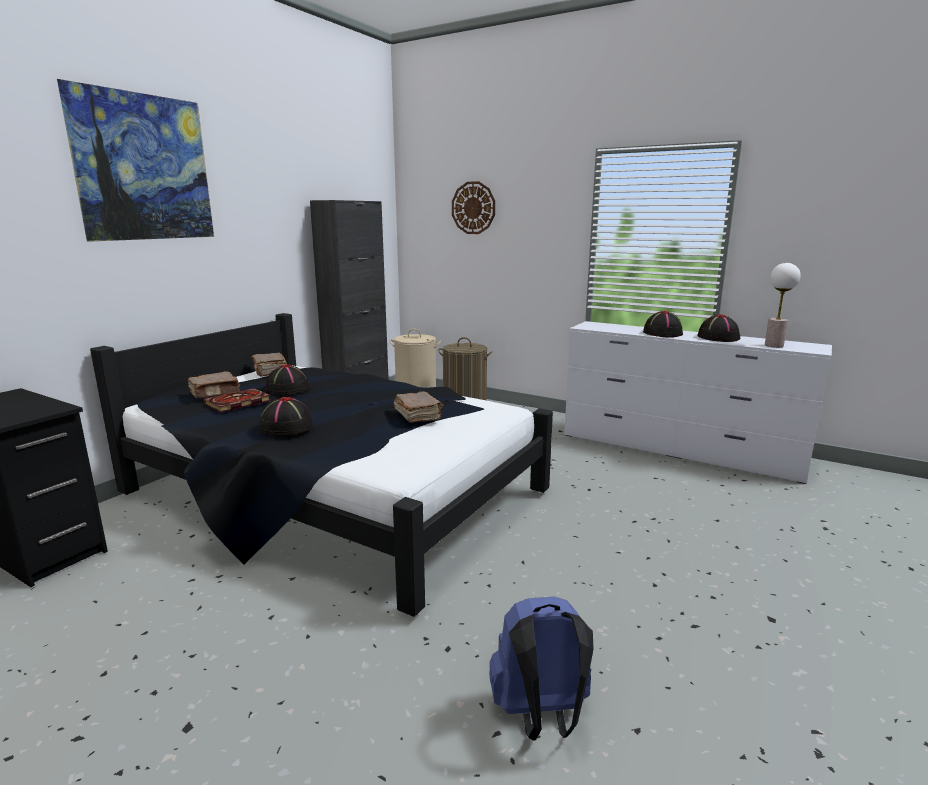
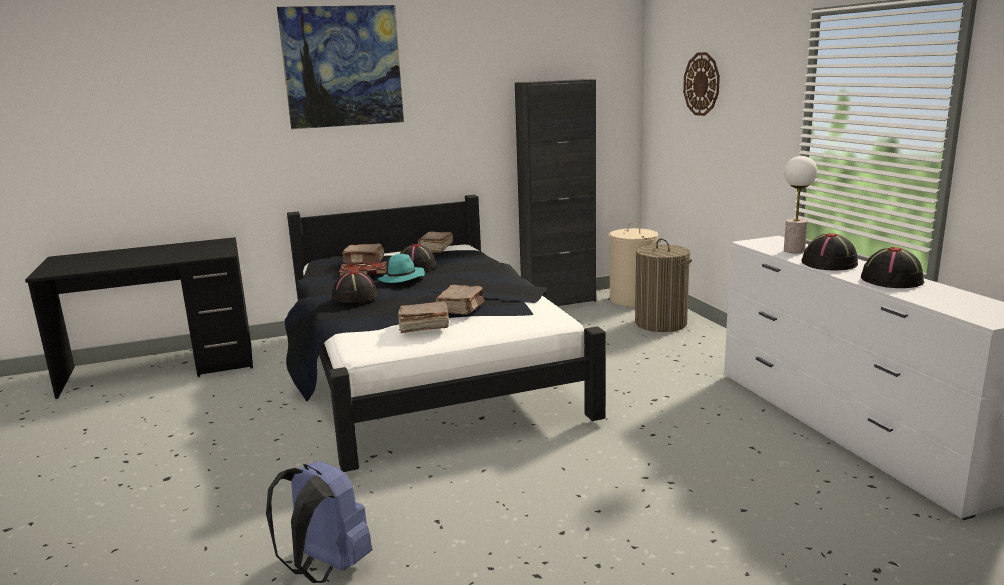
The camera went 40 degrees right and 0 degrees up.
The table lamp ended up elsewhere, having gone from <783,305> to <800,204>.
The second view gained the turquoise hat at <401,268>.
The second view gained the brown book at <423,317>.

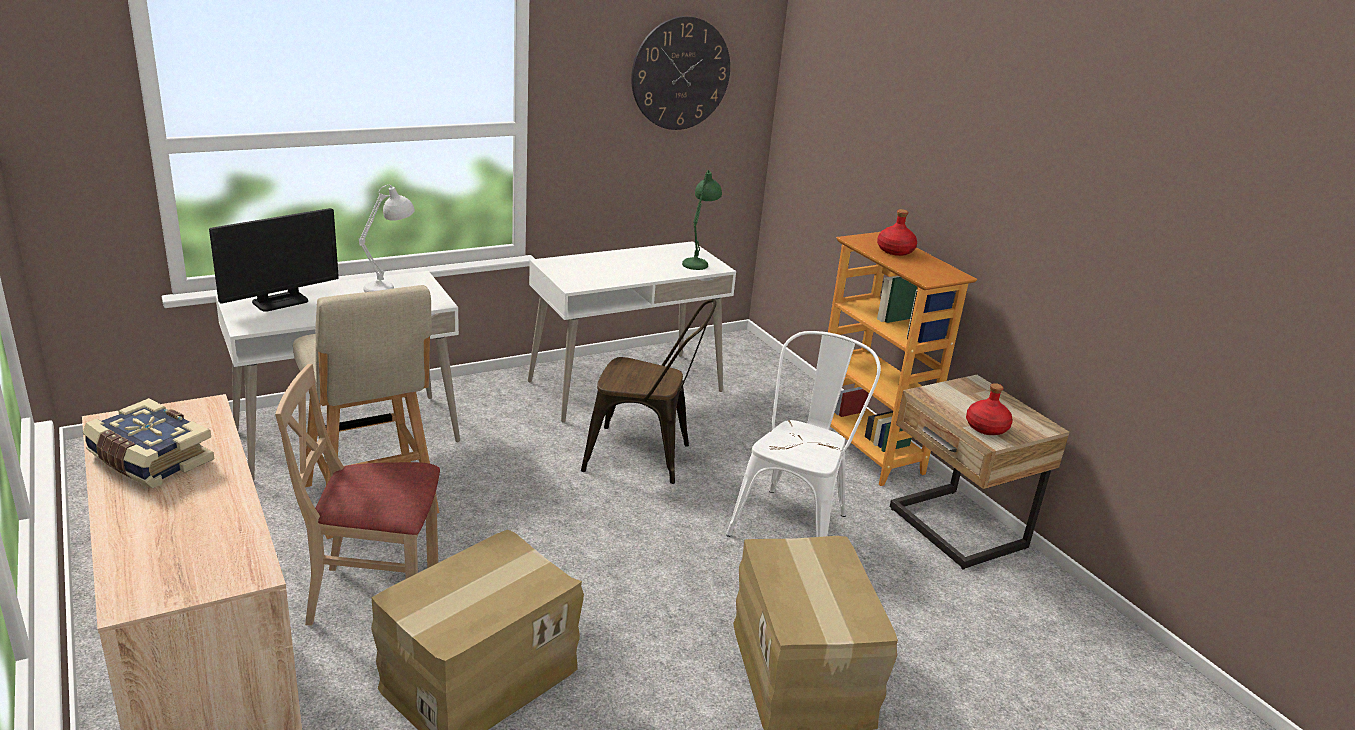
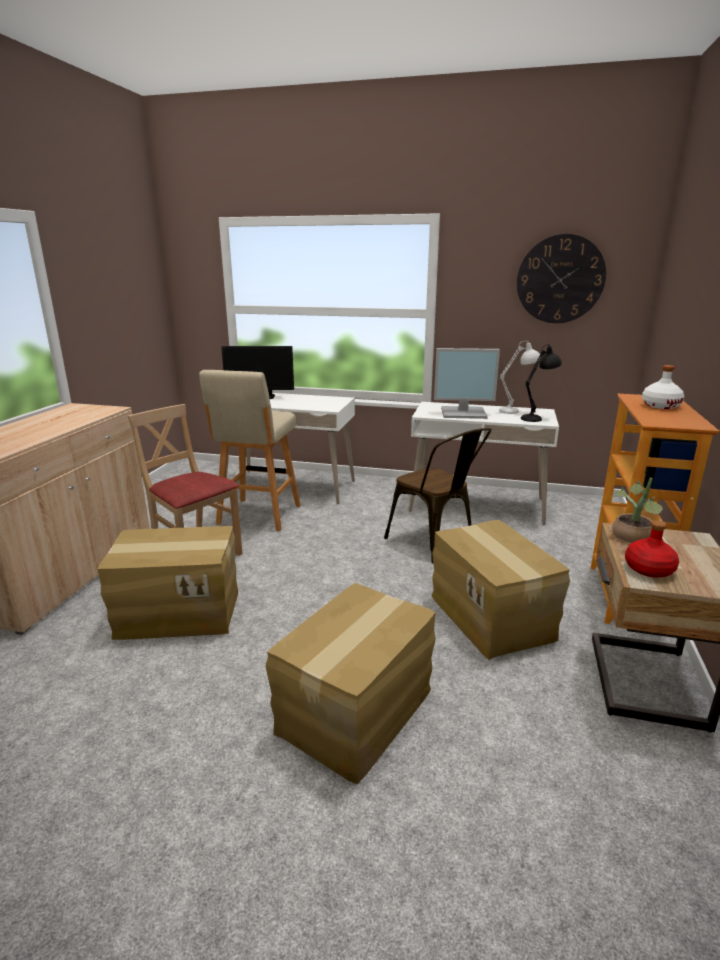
The camera went 45 degrees right and 5 degrees down.
What was the green table lamp at <702,220> turned into the black table lamp at <541,383>.
The white table lamp ended up elsewhere, having gone from <387,238> to <519,377>.
What was the red bottle at <897,232> turned into the white bottle at <663,387>.
Where the white chair stood at <803,434>, the cardboard box came to stand at <501,590>.
The second view lost the book at <149,443>.
The second view gained the monitor at <467,383>.
The second view gained the potted plant at <637,510>.

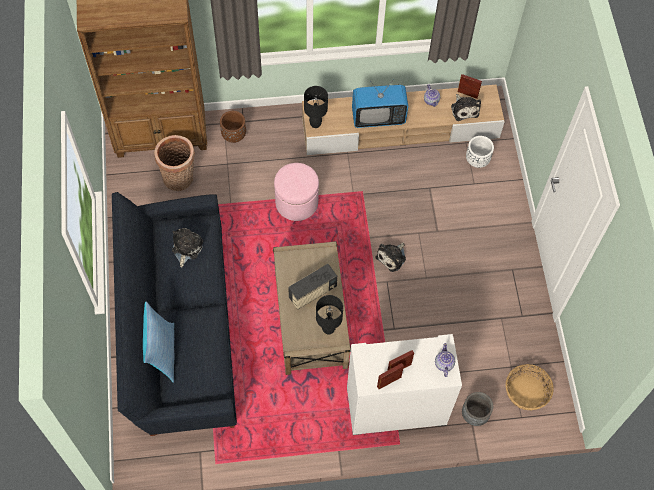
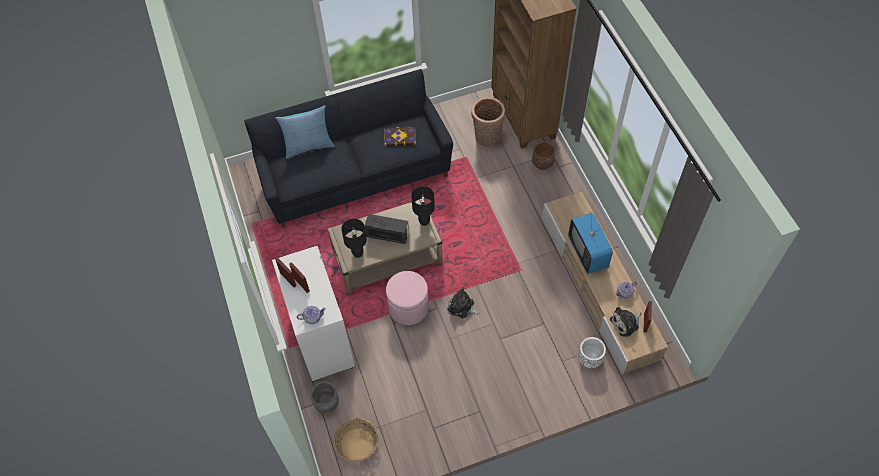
The camera went 80 degrees right and 5 degrees down.
The black table lamp ended up elsewhere, having gone from <316,107> to <423,206>.
The pink ottoman ended up elsewhere, having gone from <296,192> to <407,298>.
Where the plush toy stood at <187,247>, the book came to stand at <400,136>.
The radio at <312,287> ended up facing another way, 150 degrees clockwise from before.

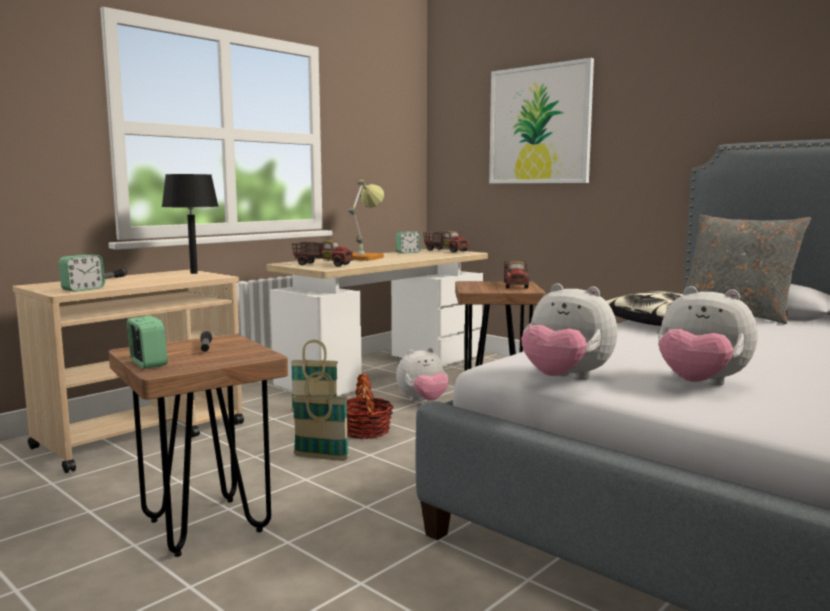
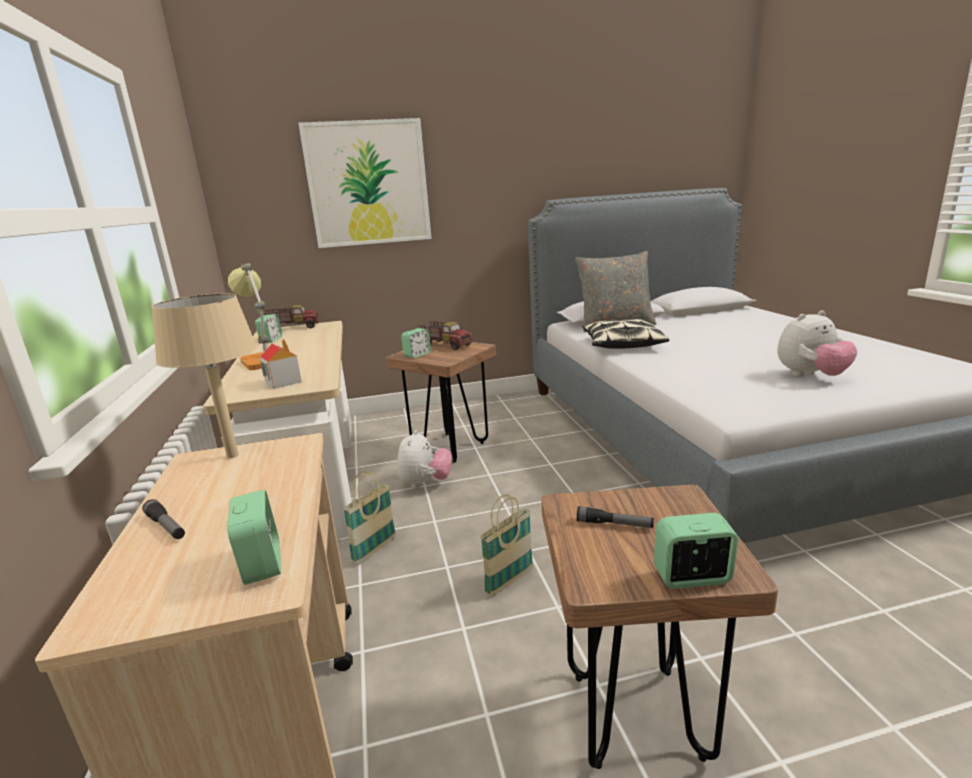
The camera went 55 degrees left and 10 degrees up.
What was the black table lamp at <190,224> turned into the beige table lamp at <204,375>.
Where the toy truck stood at <322,253>, the toy house came to stand at <281,364>.
The second view lost the plush toy at <569,331>.
The second view lost the basket at <370,406>.
The second view gained the alarm clock at <416,343>.

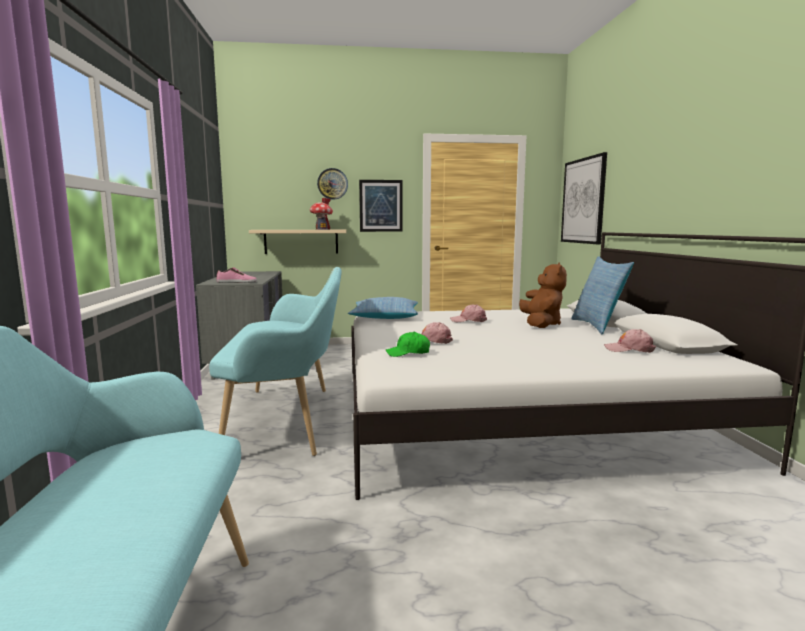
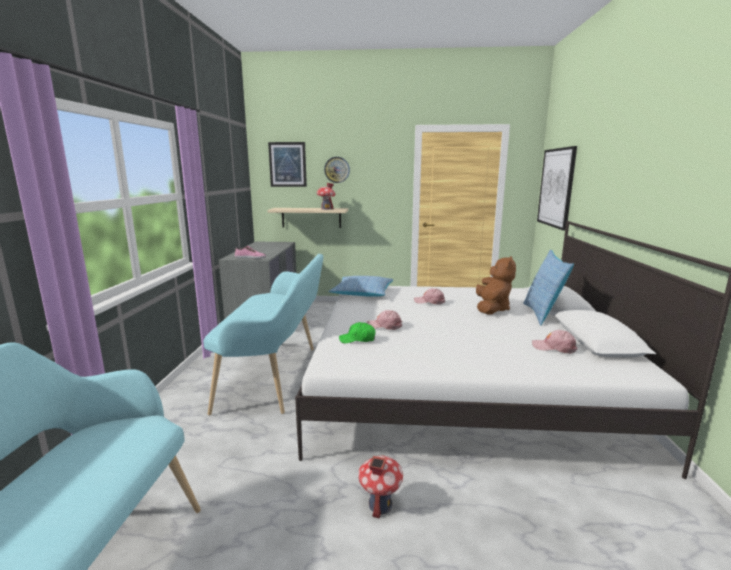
The camera went 10 degrees right and 5 degrees up.
The picture ended up elsewhere, having gone from <381,206> to <287,164>.
The second view gained the toy house at <380,487>.

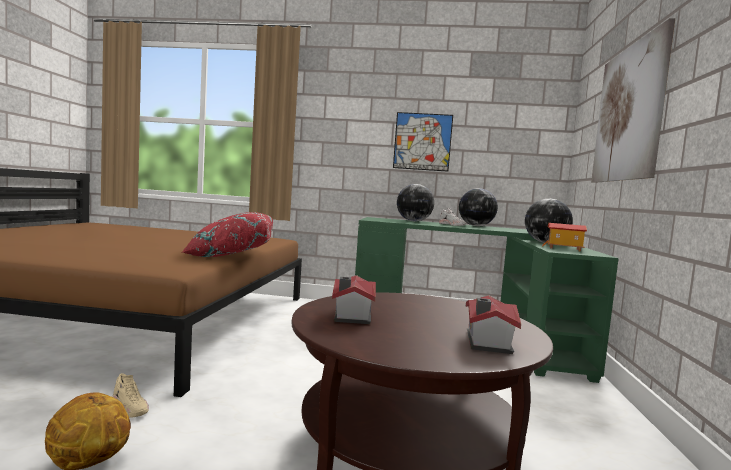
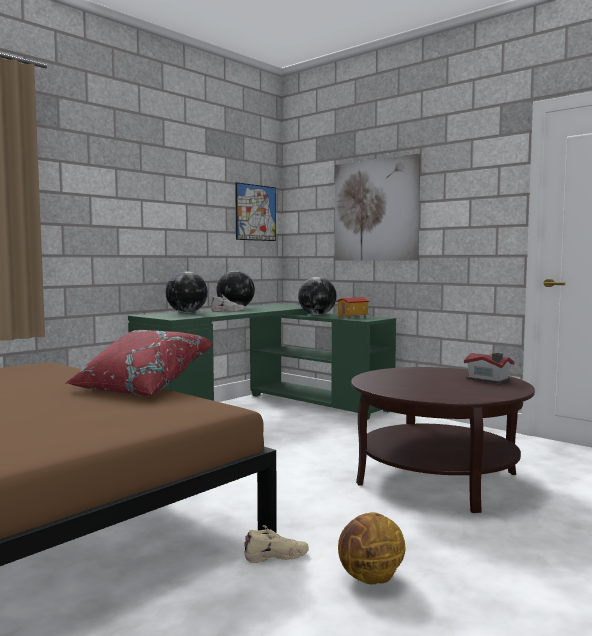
The camera went 55 degrees left and 0 degrees up.
The picture ended up elsewhere, having gone from <423,142> to <255,211>.
The second view lost the toy house at <354,299>.

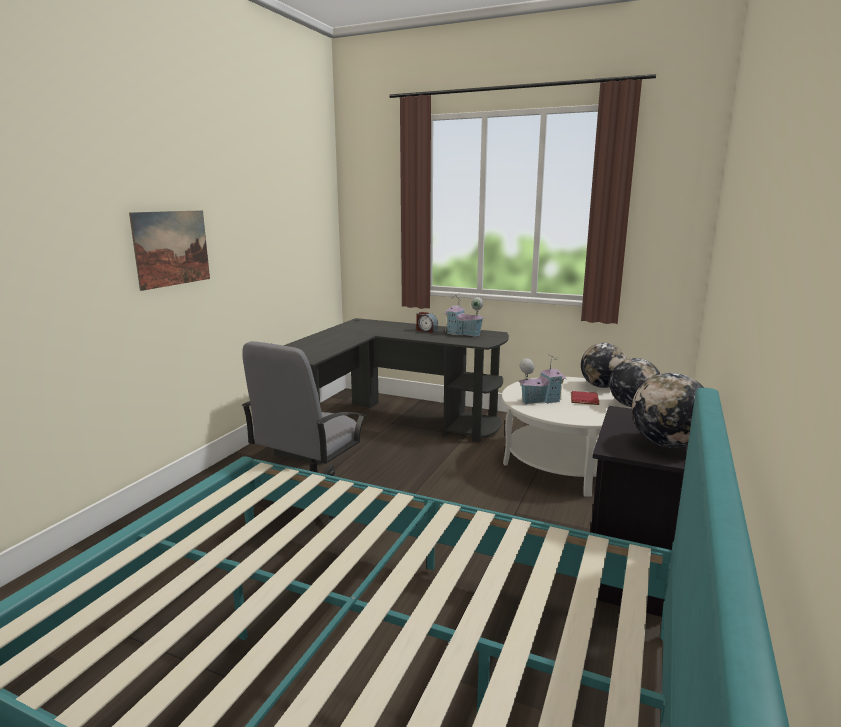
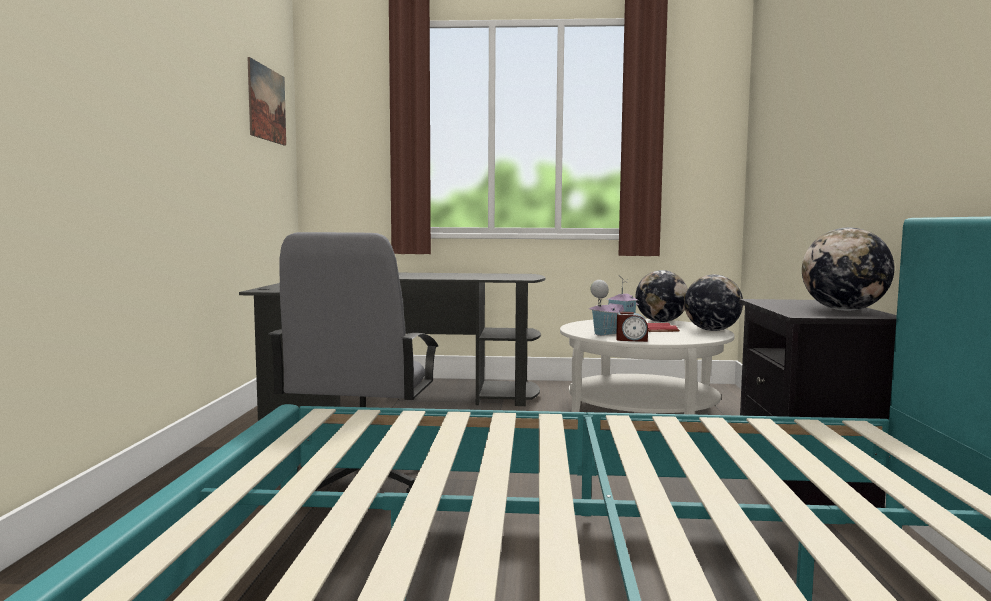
The camera went 20 degrees left and 10 degrees down.
The picture ended up elsewhere, having gone from <169,250> to <266,101>.
The second view lost the toy house at <464,314>.
The alarm clock ended up elsewhere, having gone from <427,322> to <632,327>.

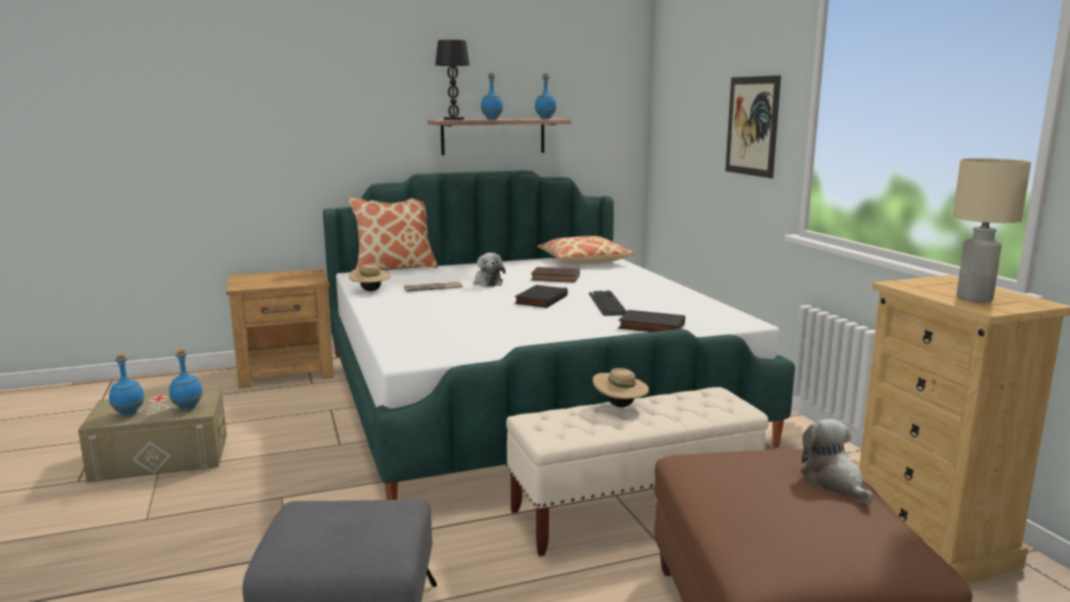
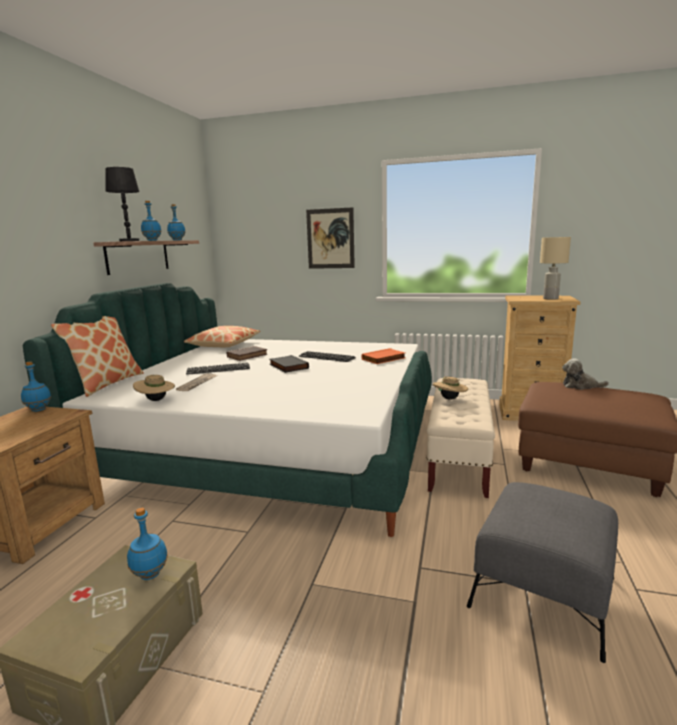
The camera went 55 degrees left and 0 degrees up.
Where the plush toy stood at <490,270>, the keyboard came to stand at <218,368>.
What was the black book at <651,321> turned into the orange book at <383,356>.
The blue bottle ended up elsewhere, having gone from <127,385> to <36,386>.

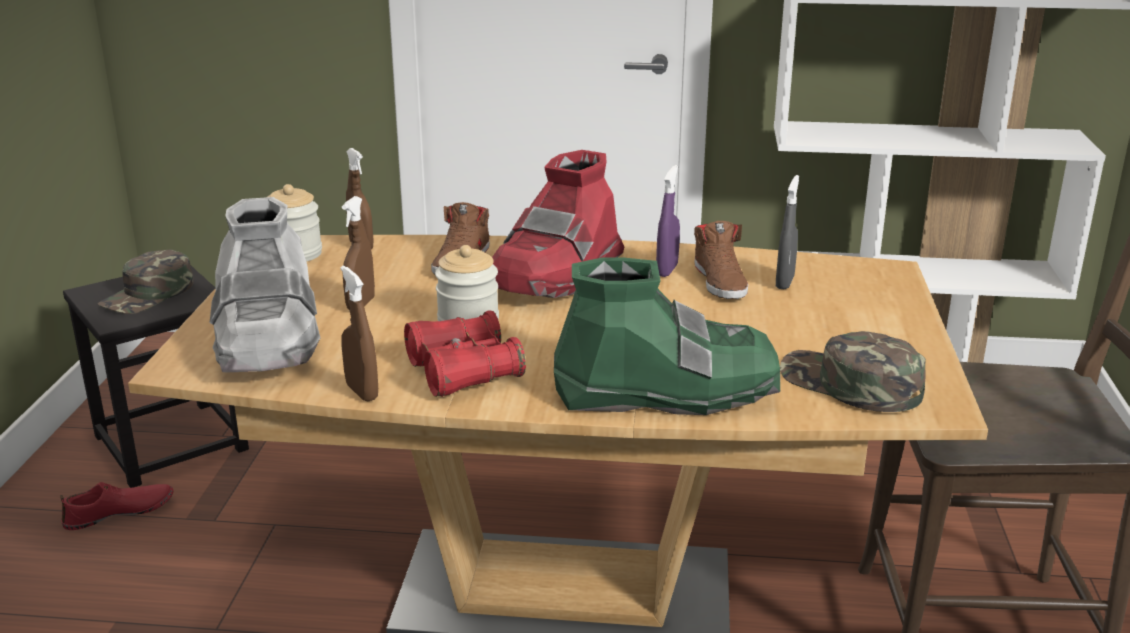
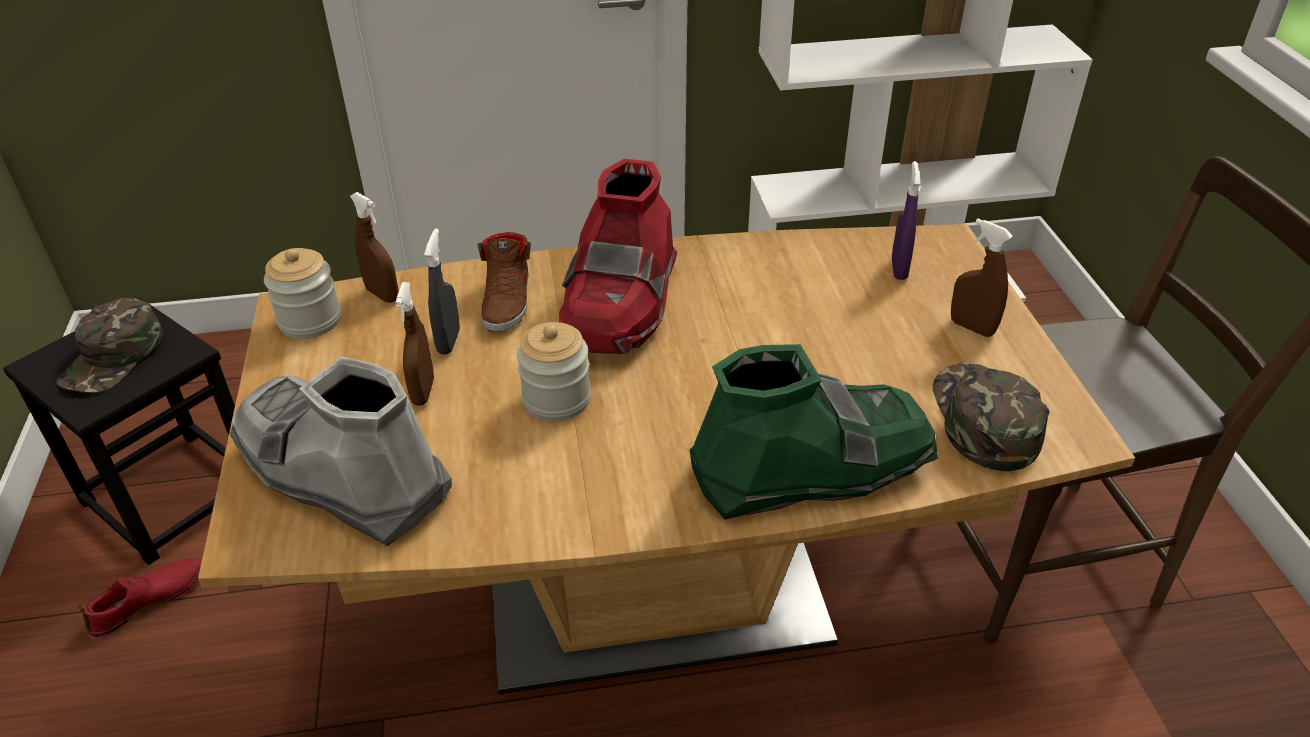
The camera went 15 degrees left and 15 degrees up.
The purple spray bottle ended up elsewhere, having gone from <668,221> to <906,220>.
The grey spray bottle ended up elsewhere, having gone from <787,232> to <442,291>.
The grey boot at <265,284> ended up facing another way, 150 degrees clockwise from before.
The second view lost the brown shoe at <721,260>.
The brown spray bottle ended up elsewhere, having gone from <359,333> to <982,278>.
The second view lost the red binoculars at <465,353>.
The green cap at <853,371> ended up facing another way, 60 degrees clockwise from before.

